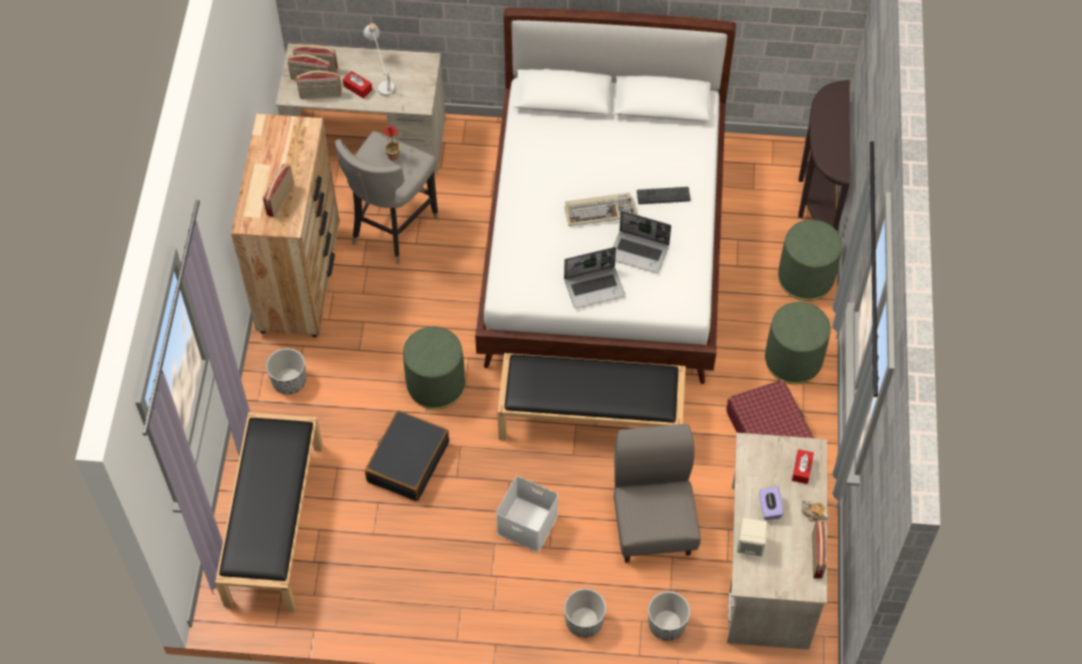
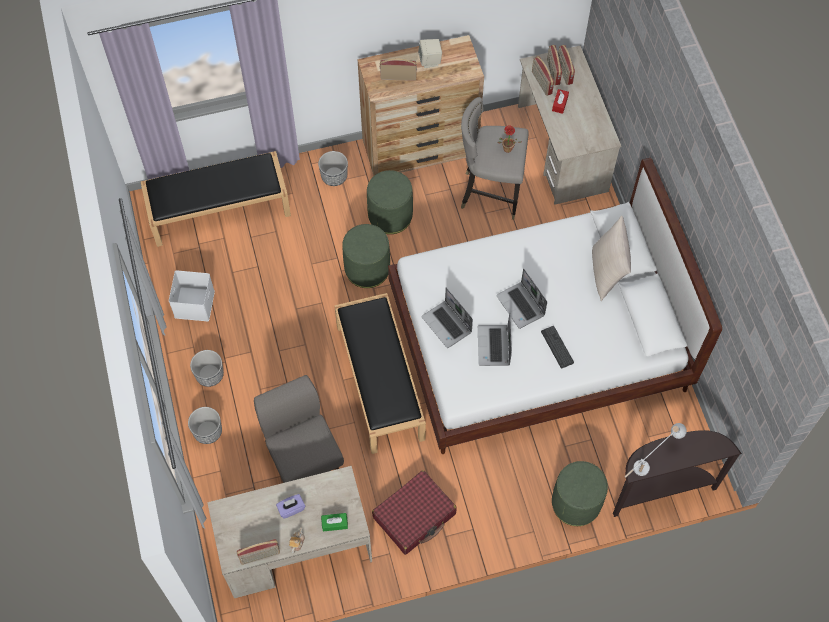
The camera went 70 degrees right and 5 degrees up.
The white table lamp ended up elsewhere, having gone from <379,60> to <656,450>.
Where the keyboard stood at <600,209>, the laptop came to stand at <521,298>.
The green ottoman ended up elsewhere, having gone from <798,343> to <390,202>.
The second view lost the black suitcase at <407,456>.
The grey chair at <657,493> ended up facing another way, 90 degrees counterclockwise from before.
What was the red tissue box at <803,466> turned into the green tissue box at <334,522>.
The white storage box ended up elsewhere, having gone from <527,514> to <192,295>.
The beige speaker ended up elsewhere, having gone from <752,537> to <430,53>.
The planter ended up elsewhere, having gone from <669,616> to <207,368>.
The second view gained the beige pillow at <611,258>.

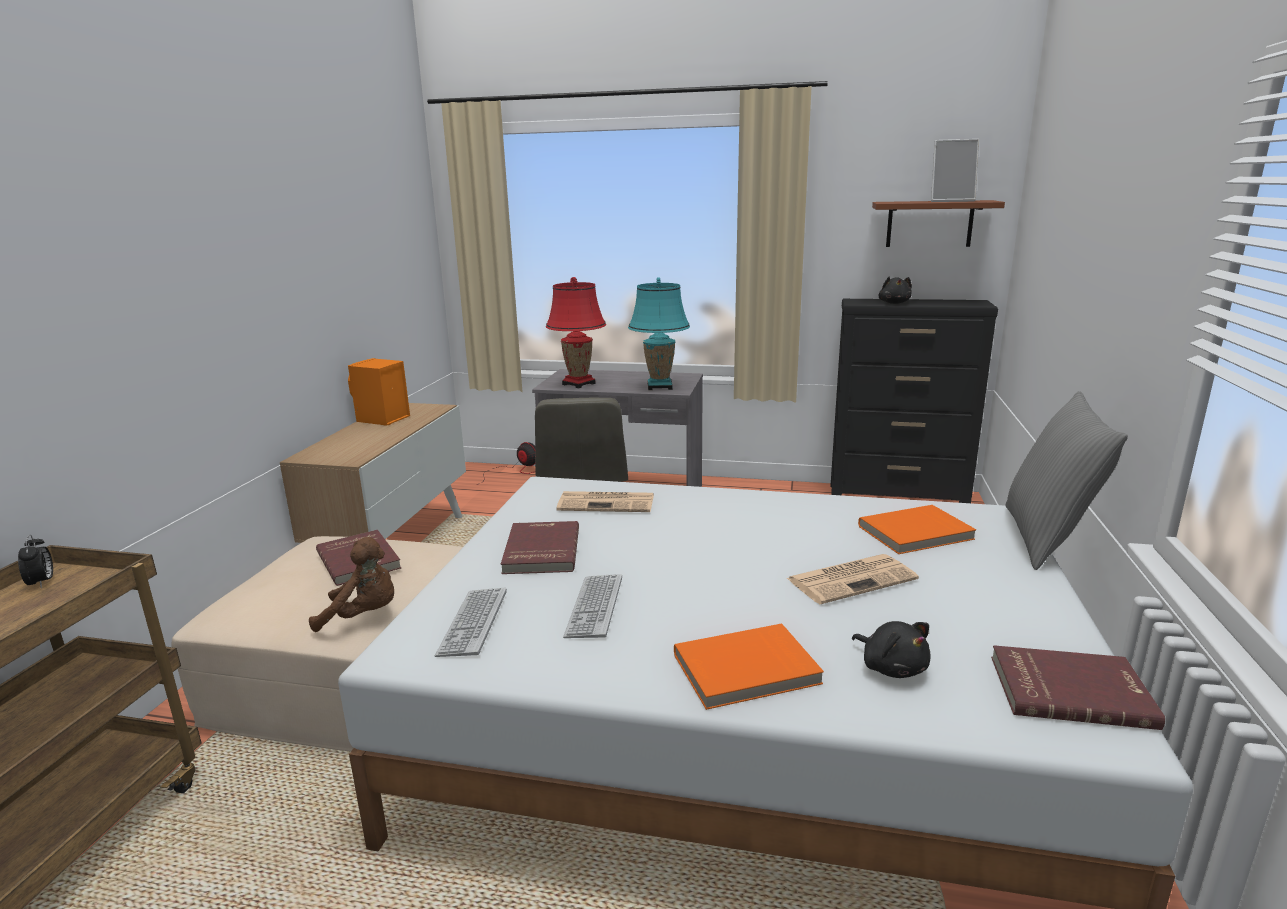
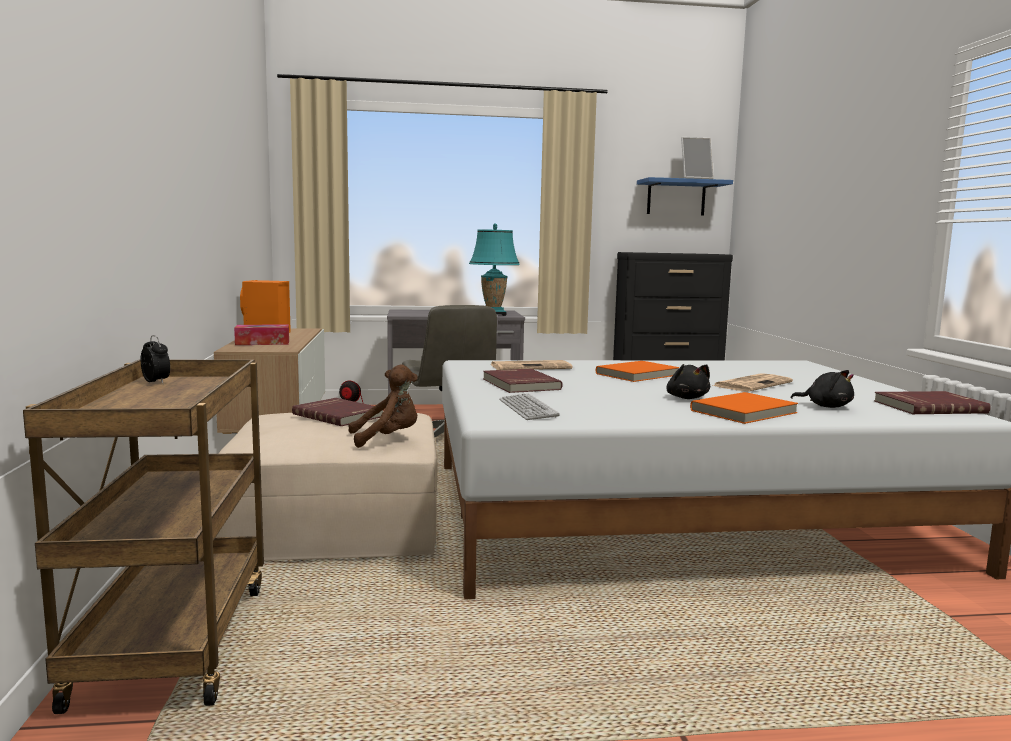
The camera went 20 degrees left and 10 degrees down.
What was the brown shelf at <938,223> turned into the blue shelf at <685,196>.
The second view lost the red table lamp at <576,332>.
The black plush toy ended up elsewhere, having gone from <895,290> to <688,381>.
The second view lost the grey pillow at <1066,480>.
The orange book ended up elsewhere, having gone from <917,529> to <637,371>.
The second view lost the keyboard at <592,606>.
The second view gained the tissue box at <261,334>.

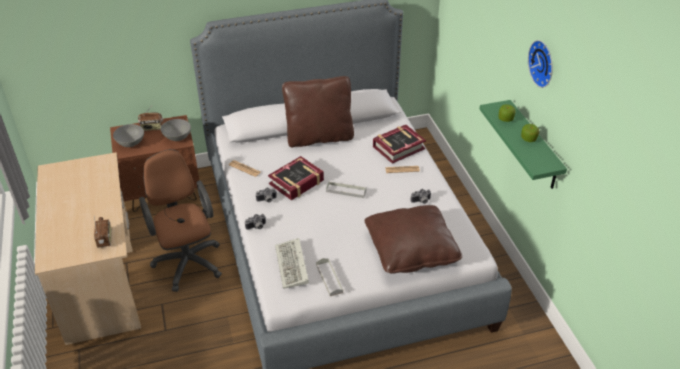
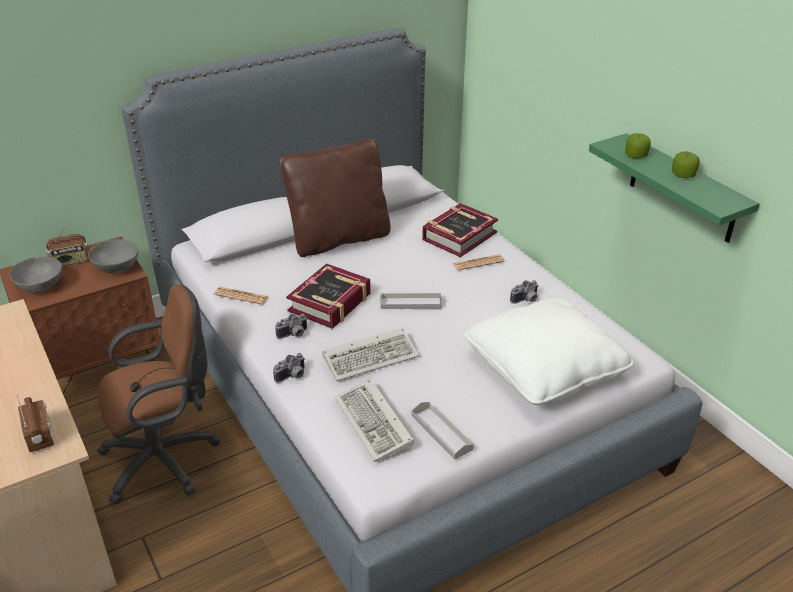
The camera went 15 degrees left and 5 degrees down.
The second view lost the wall clock at <540,64>.
The brown office chair at <180,220> ended up facing another way, 105 degrees clockwise from before.
What was the brown pillow at <413,239> turned into the white pillow at <549,351>.
The second view gained the keyboard at <370,354>.

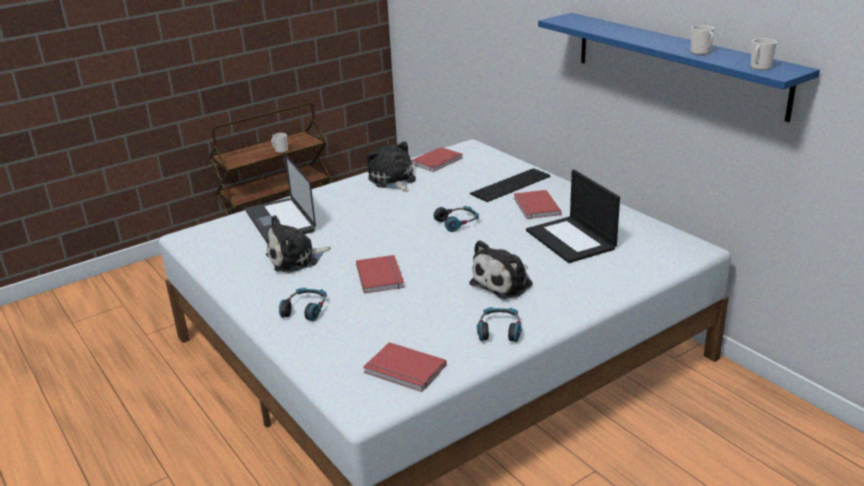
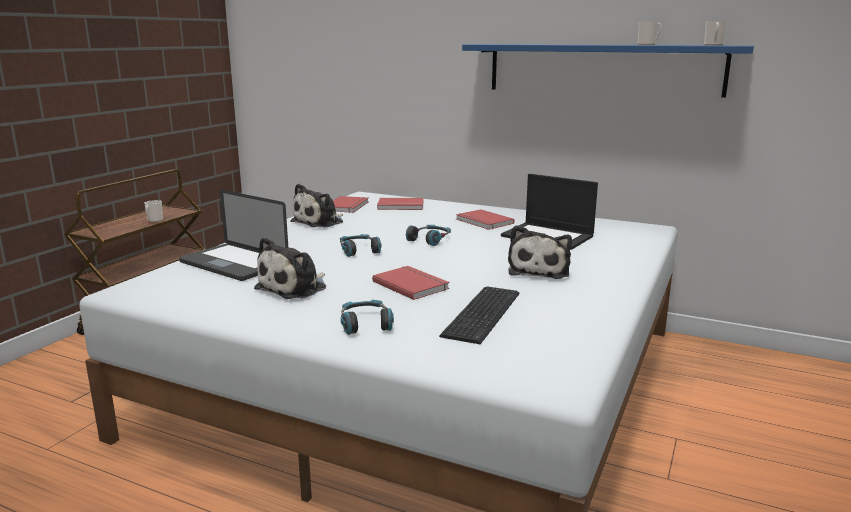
The camera went 30 degrees left and 10 degrees down.
The plush toy at <391,166> ended up facing another way, 90 degrees counterclockwise from before.
The keyboard ended up elsewhere, having gone from <510,185> to <479,315>.
The headphones ended up elsewhere, having gone from <499,324> to <360,245>.
The red book ended up elsewhere, having gone from <405,367> to <400,204>.

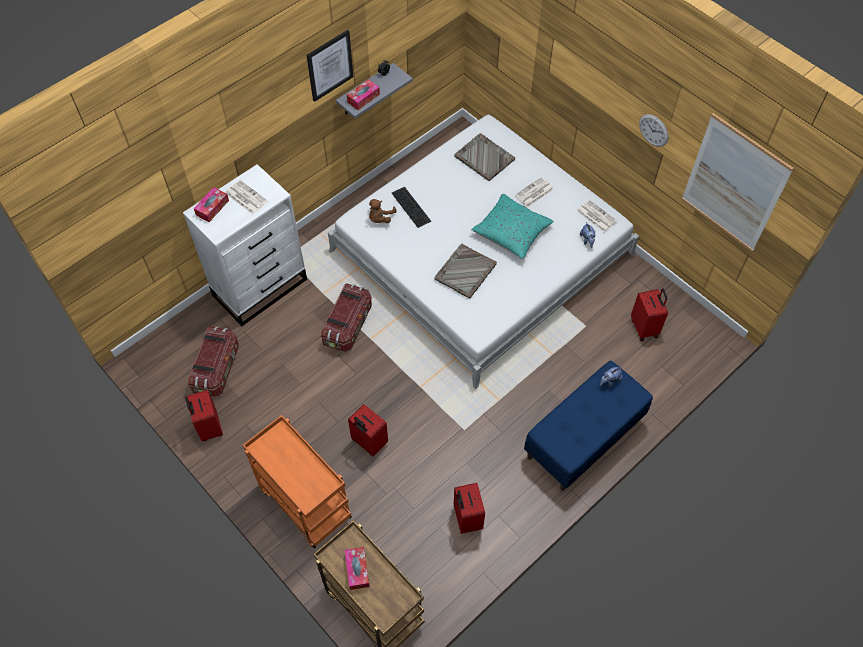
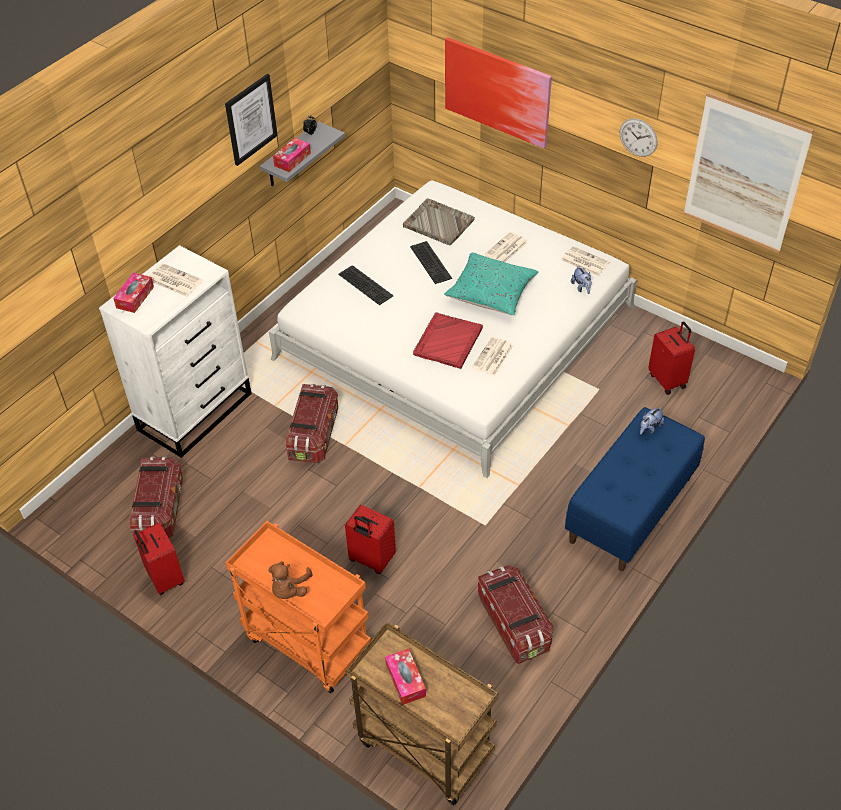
The camera went 10 degrees left and 10 degrees down.
The brown plush toy ended up elsewhere, having gone from <383,211> to <290,580>.
What was the grey tray at <466,271> turned into the red tray at <448,340>.
Where the red suitcase stood at <469,508>, the storage box came to stand at <516,614>.
The second view gained the picture at <498,92>.
The second view gained the keyboard at <431,262>.
The second view gained the newspaper at <493,356>.

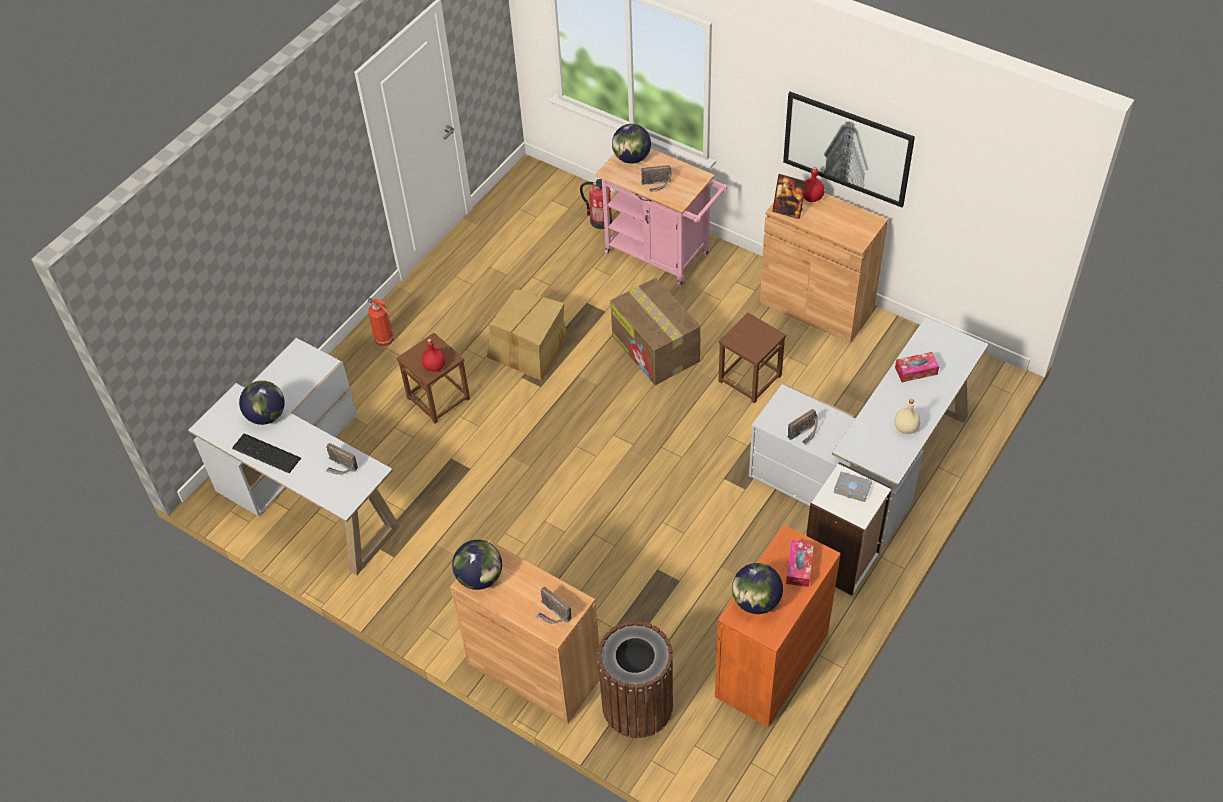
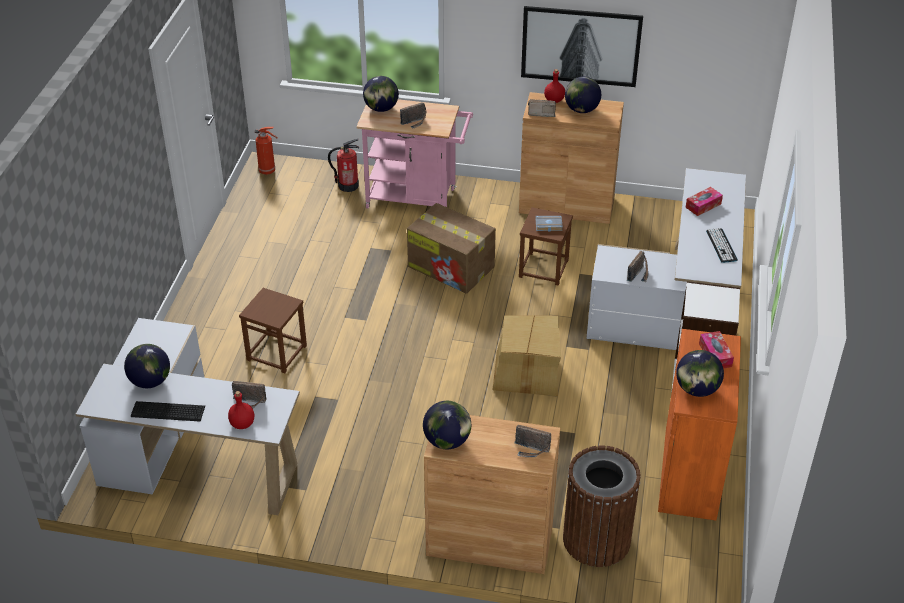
The camera went 25 degrees left and 10 degrees down.
Where the picture frame stood at <789,196>, the radio came to stand at <542,108>.
The cardboard box ended up elsewhere, having gone from <527,334> to <526,355>.
The fire extinguisher ended up elsewhere, having gone from <381,322> to <266,151>.
The red bottle ended up elsewhere, having gone from <433,355> to <241,410>.
Where the beige bottle stood at <908,416>, the keyboard came to stand at <722,245>.
The grey book ended up elsewhere, having gone from <852,487> to <549,224>.
The second view gained the globe at <583,95>.

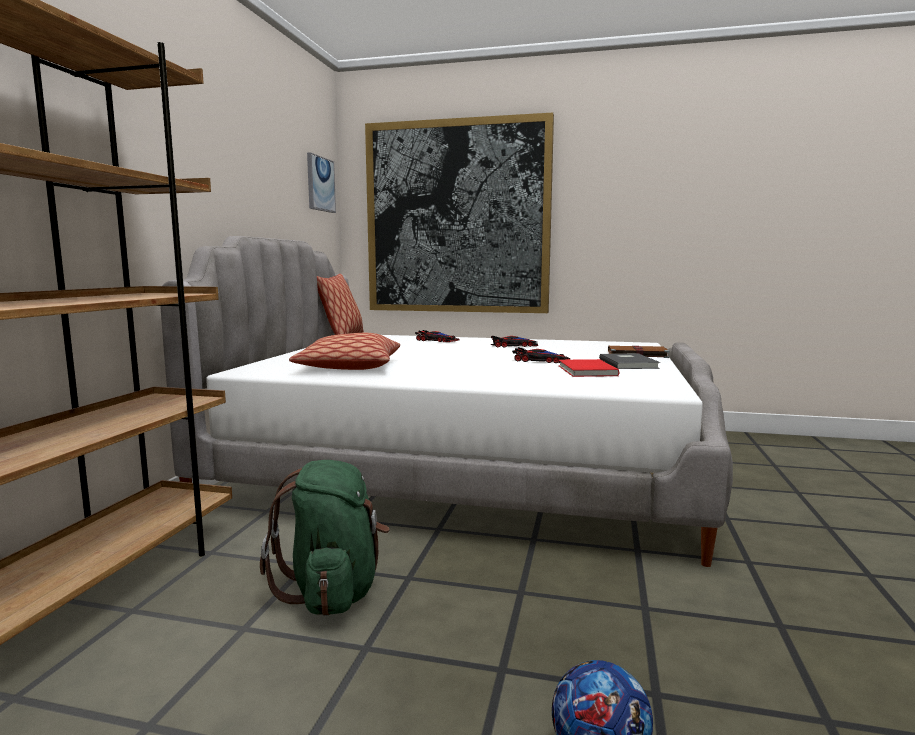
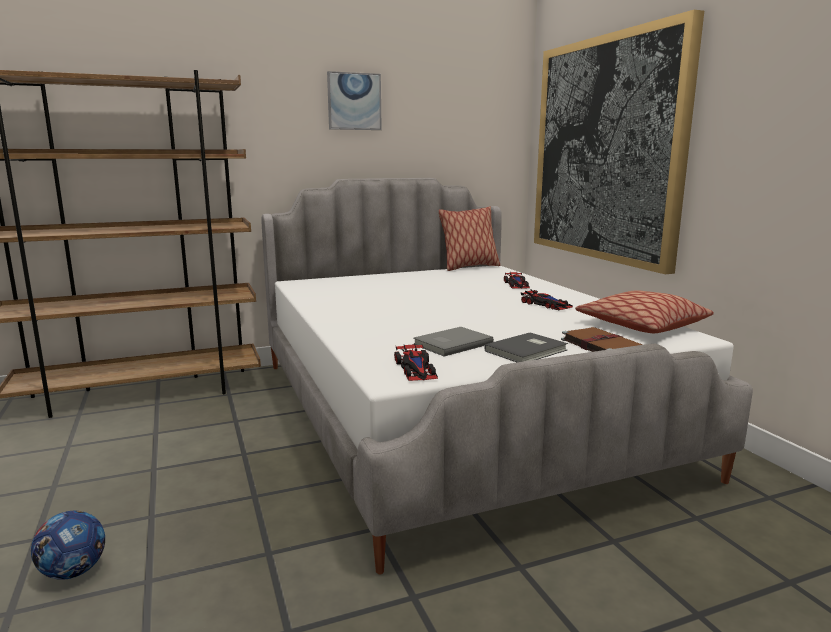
The camera went 55 degrees right and 5 degrees up.
The picture ended up elsewhere, having gone from <321,182> to <354,100>.
The pillow ended up elsewhere, having gone from <344,351> to <644,311>.
The toy car ended up elsewhere, having gone from <541,355> to <416,362>.
What was the red book at <589,368> turned into the grey book at <453,342>.
The second view lost the green backpack at <325,538>.

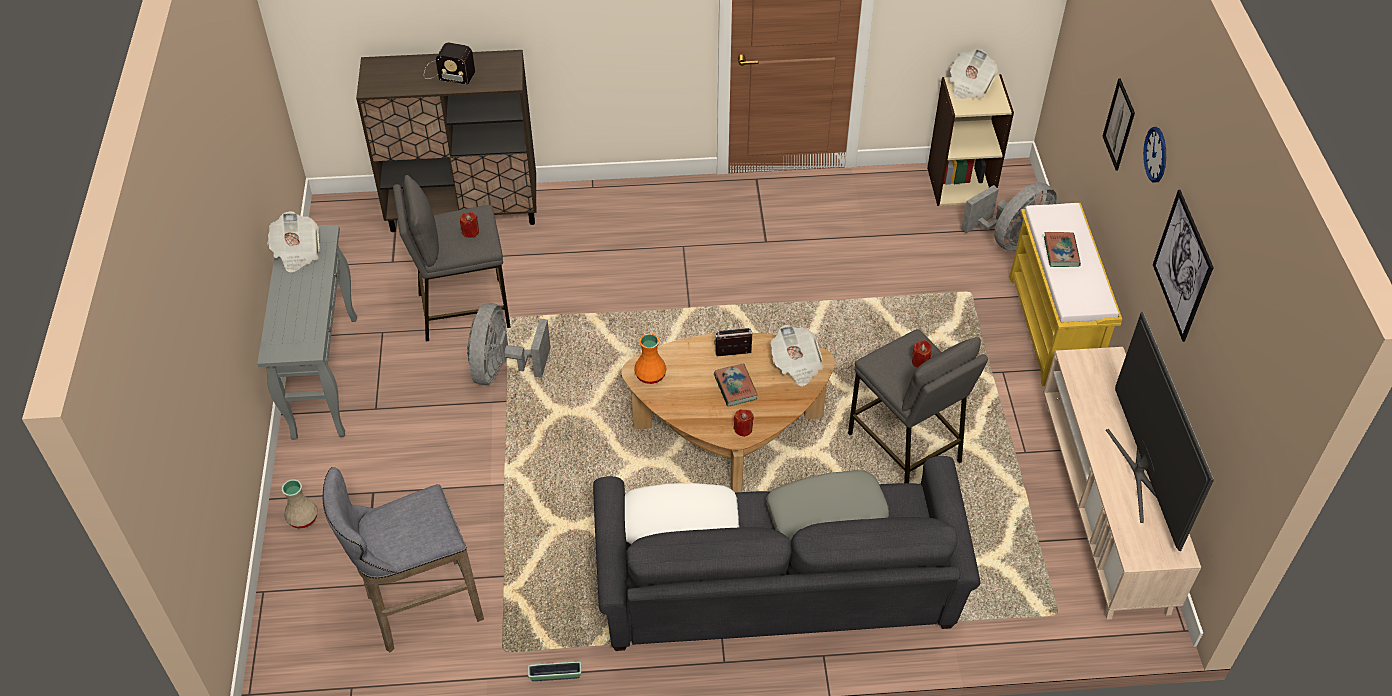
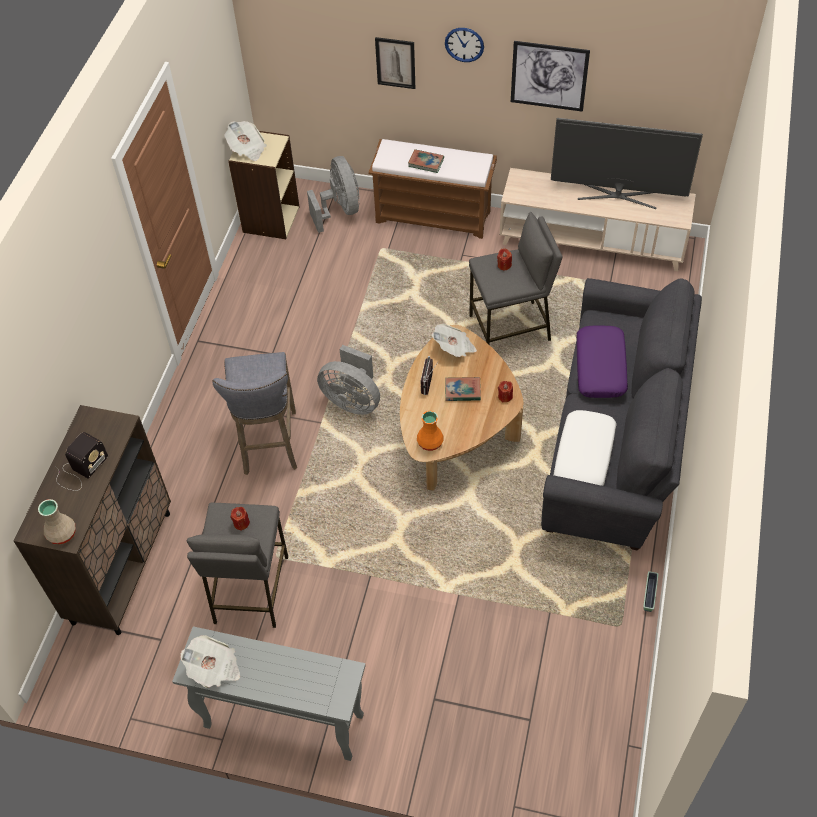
The camera went 70 degrees left and 5 degrees up.
What was the yellow bench at <1065,294> turned into the brown bench at <432,189>.
The grey fan ended up elsewhere, having gone from <509,344> to <348,380>.
The grey stool ended up elsewhere, having gone from <403,559> to <254,413>.
What was the grey pillow at <827,505> turned into the purple pillow at <602,361>.
The beige vase ended up elsewhere, having gone from <299,504> to <57,522>.

